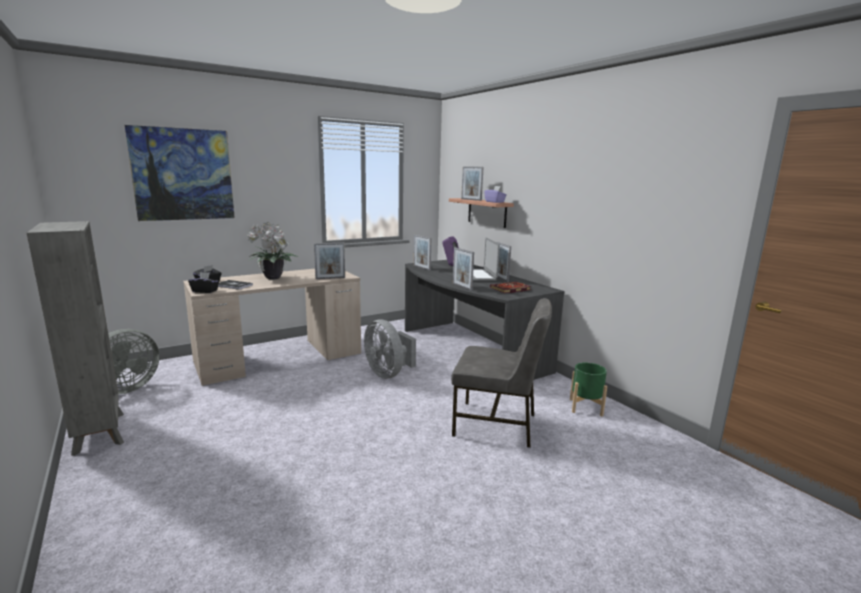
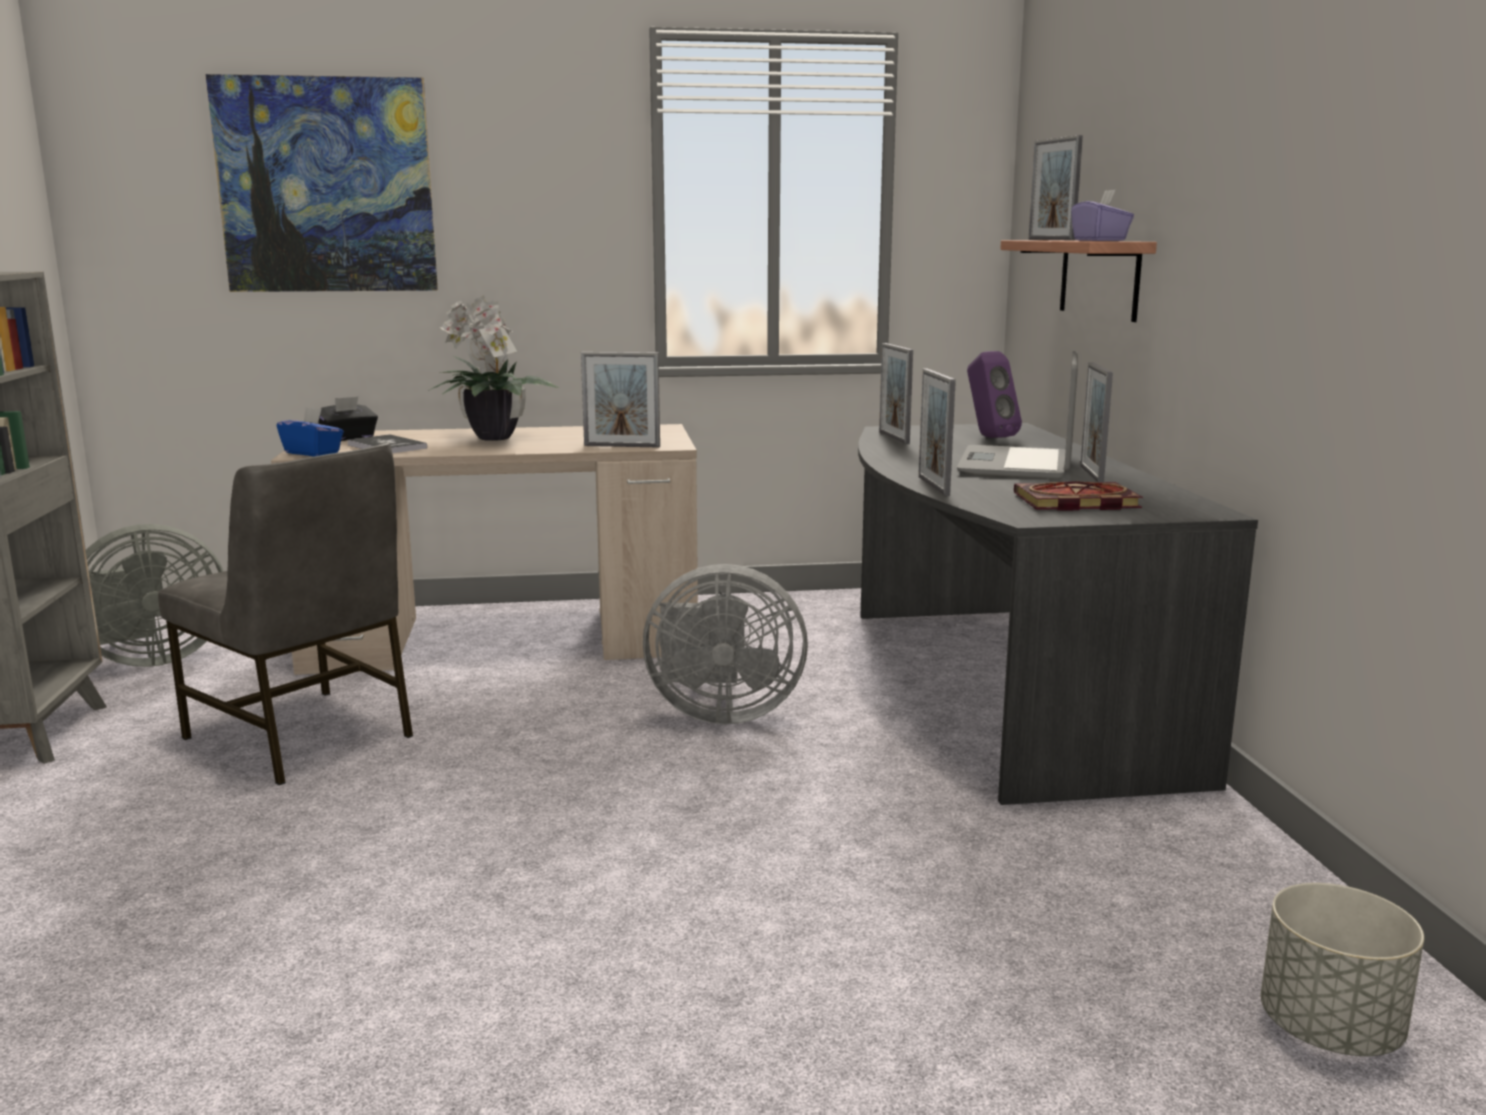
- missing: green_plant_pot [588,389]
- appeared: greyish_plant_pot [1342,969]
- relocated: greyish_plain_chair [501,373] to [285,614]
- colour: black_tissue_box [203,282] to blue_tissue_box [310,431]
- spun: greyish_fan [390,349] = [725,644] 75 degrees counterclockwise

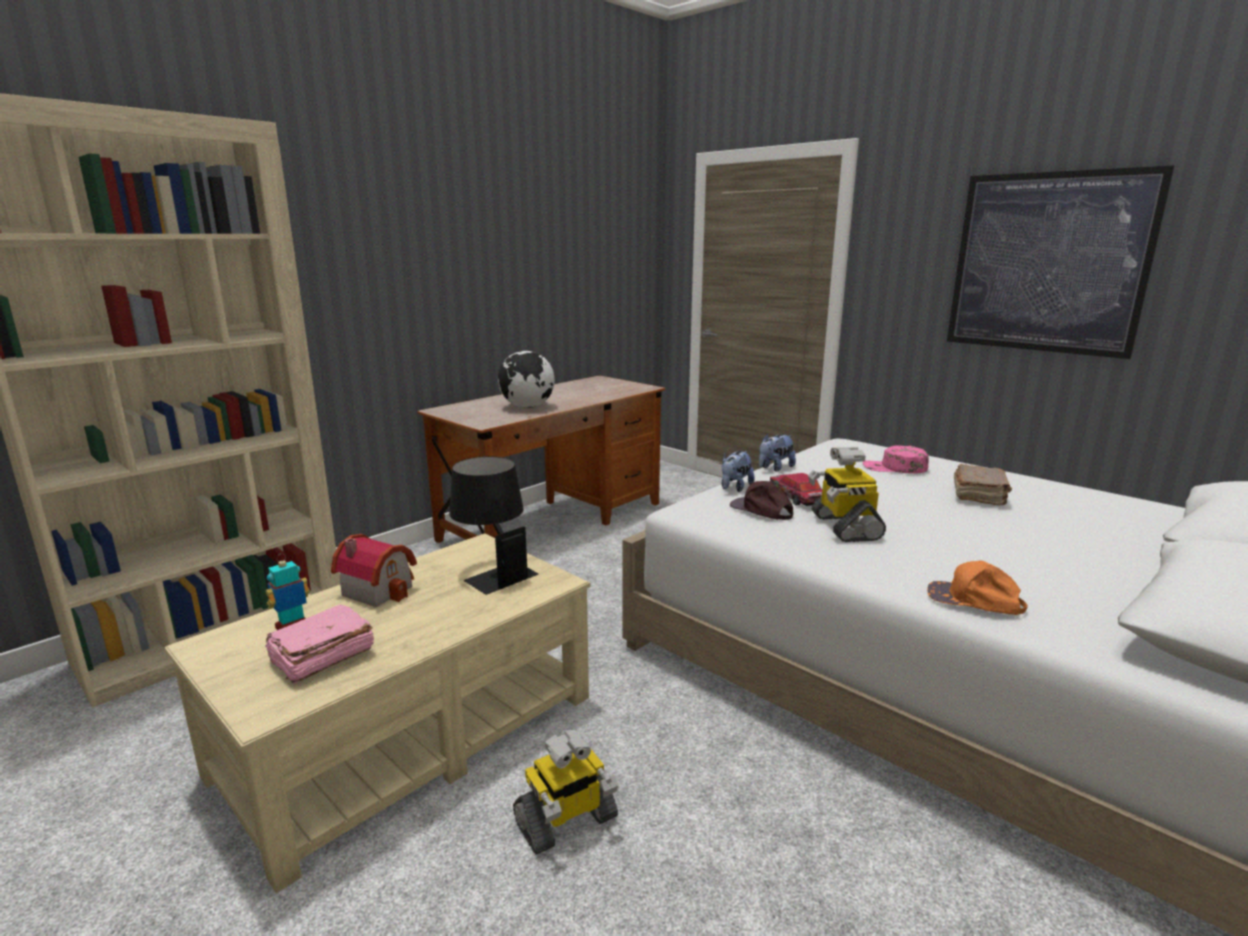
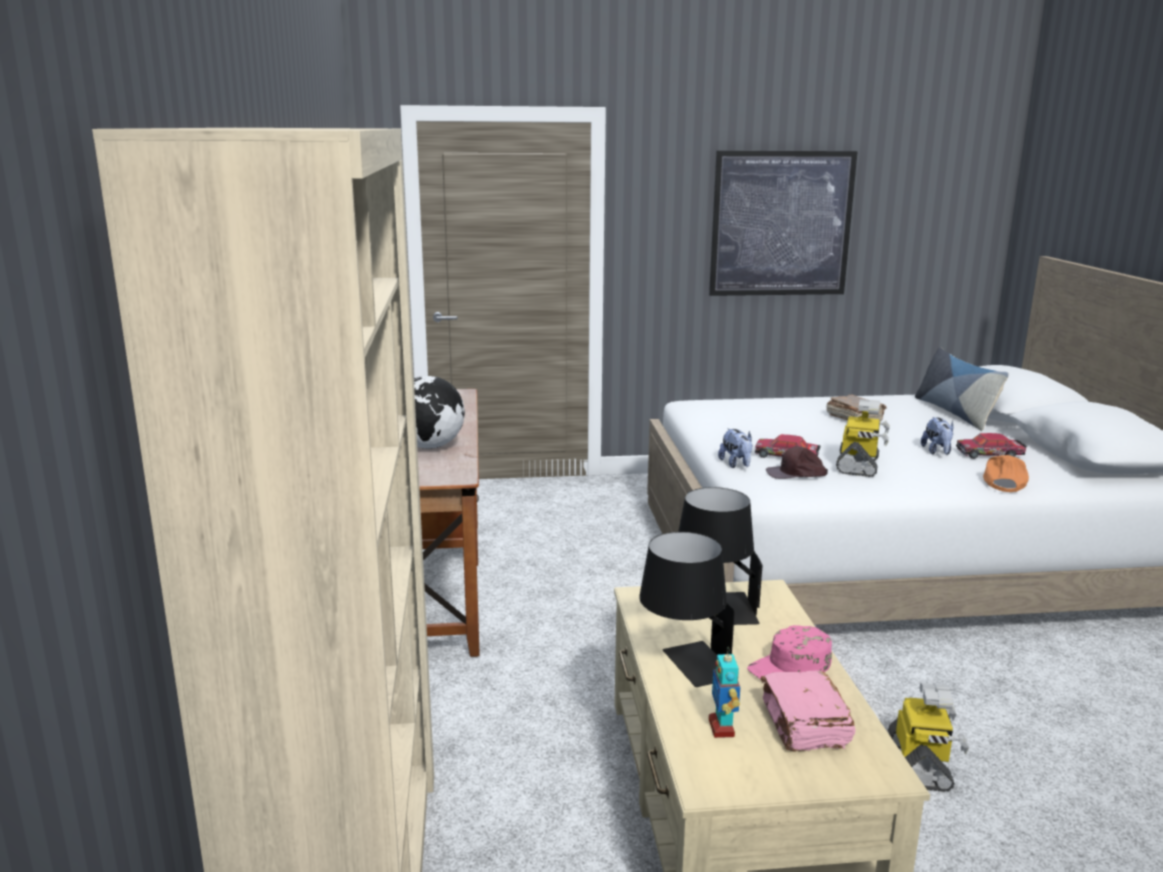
- appeared: throw_pillow [962,389]
- appeared: toy_car [991,446]
- relocated: plush_toy [777,453] to [937,436]
- relocated: pink-coloured_peaked_cap [896,459] to [789,654]
- exchanged: model_house [374,570] to black_table_lamp [687,609]
- spun: robot_figure [847,494] = [863,438] 105 degrees counterclockwise
- spun: orange-coloured_peaked_cap [977,588] = [1006,473] 135 degrees clockwise

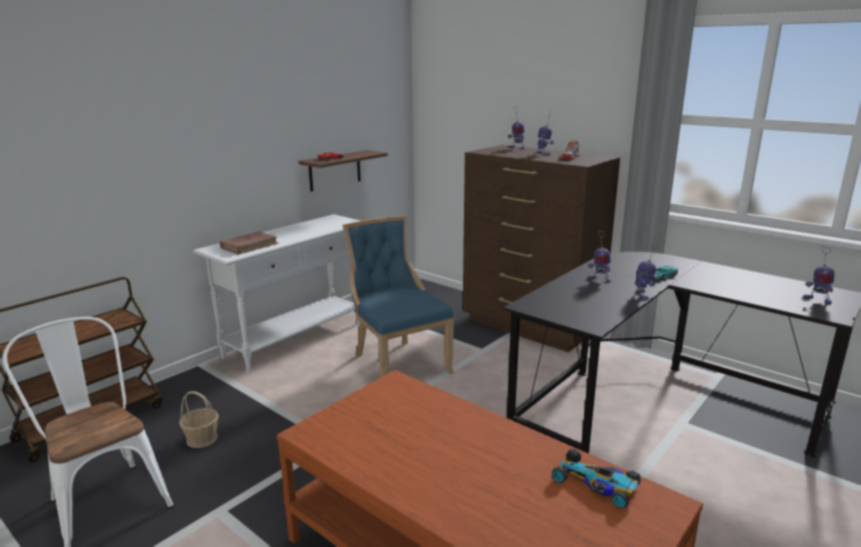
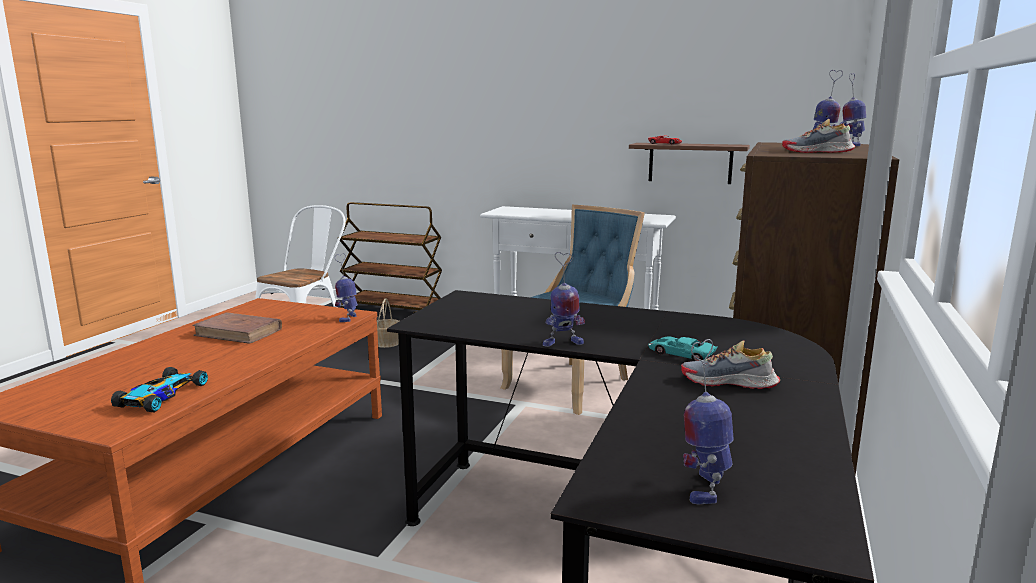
- appeared: low_shoe [730,364]
- relocated: brown_bound_book [249,243] to [237,328]
- relocated: robot_figure [599,257] to [346,287]

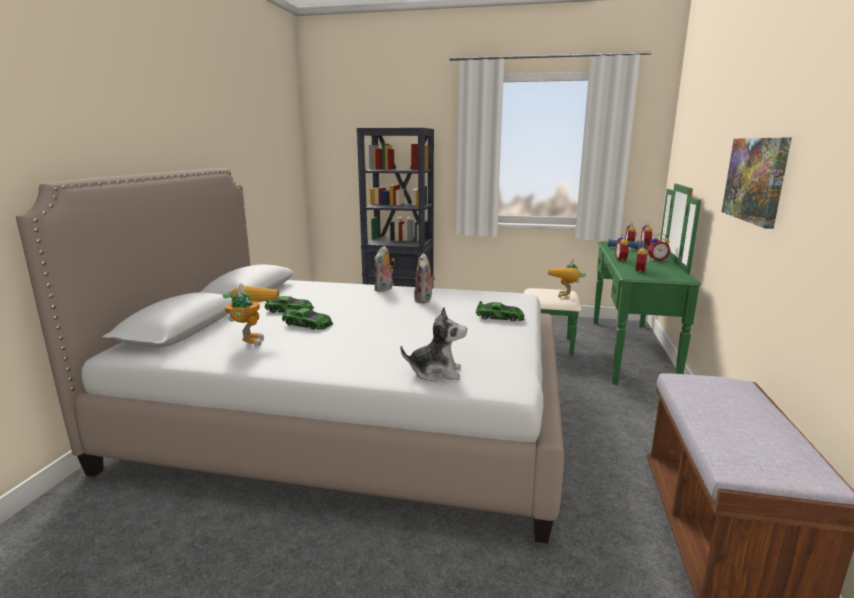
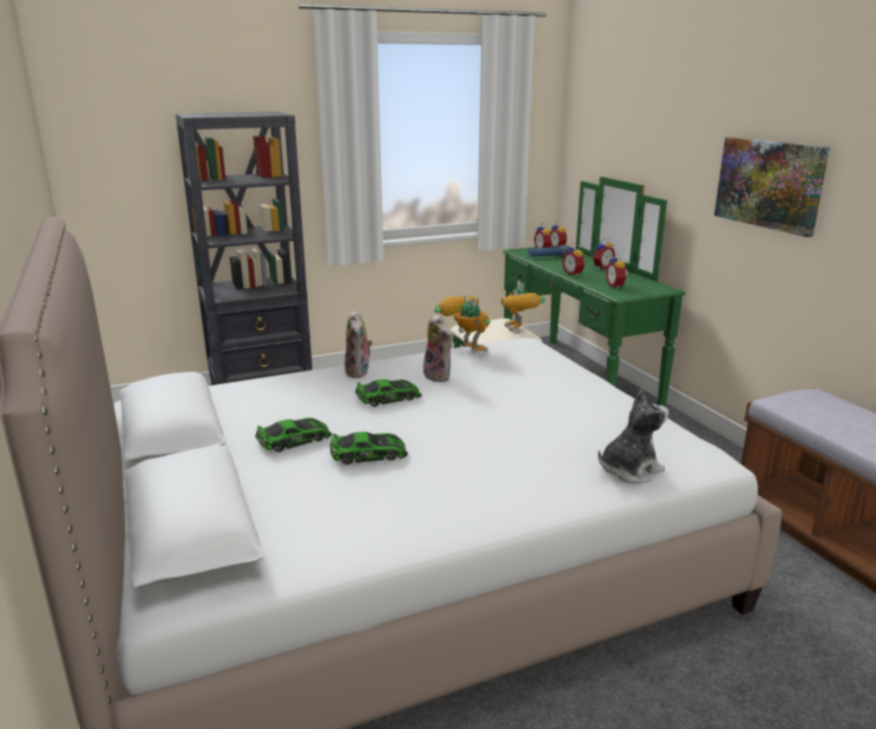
- relocated: robot_figure [251,315] to [462,322]
- relocated: toy_car [500,311] to [388,393]

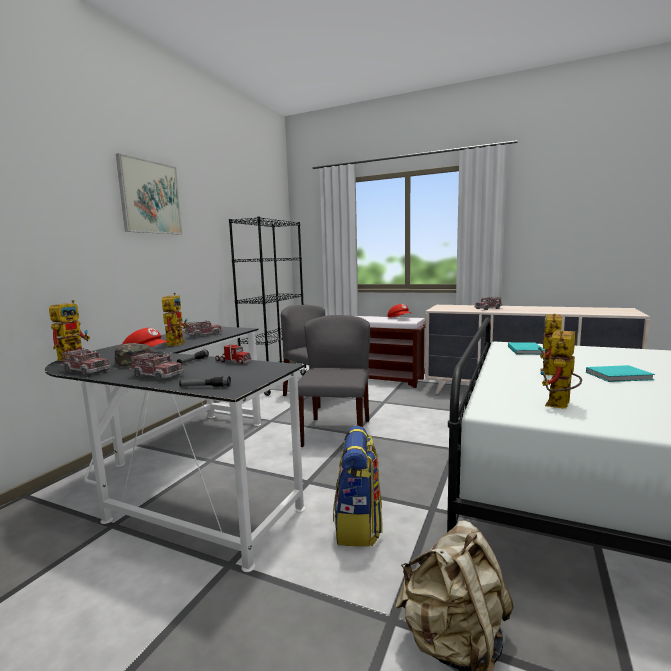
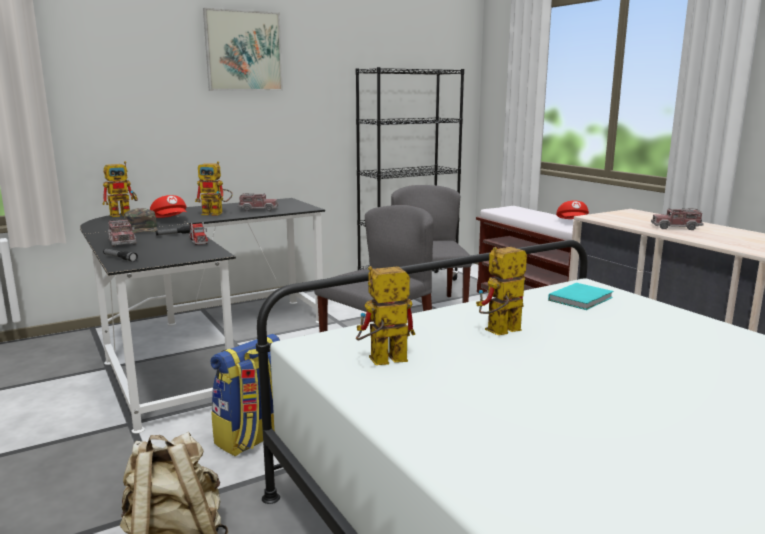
- missing: toy_lorry [85,362]
- missing: blue-green_bound_book [620,373]
- spun: robot_figure [175,319] = [214,188] 60 degrees clockwise

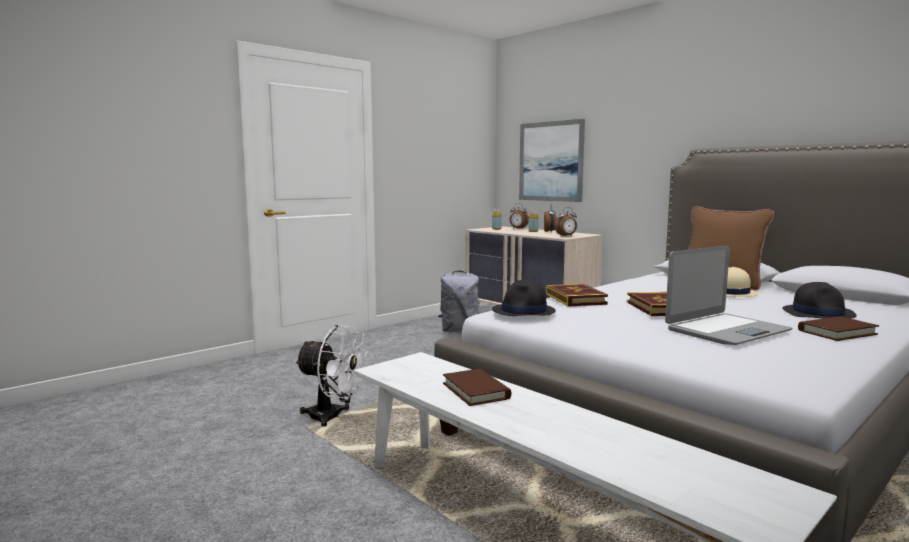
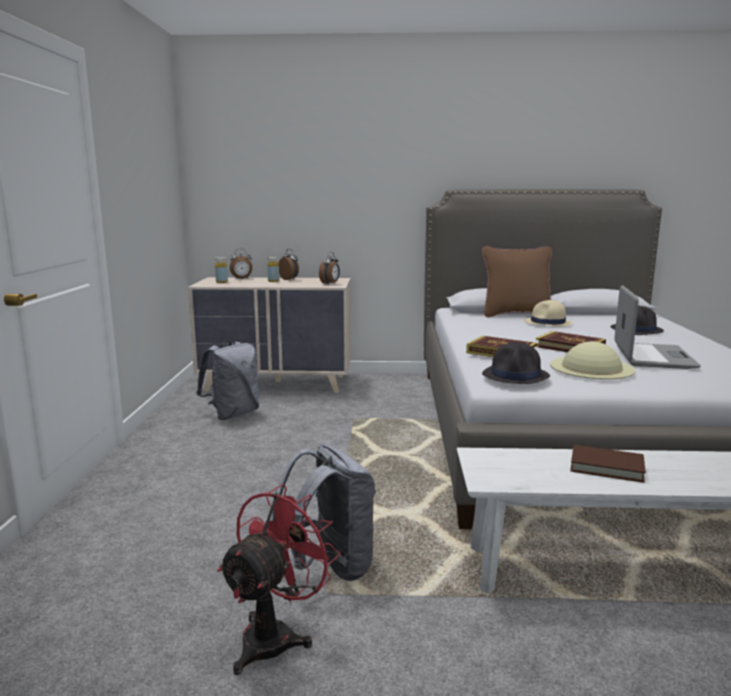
- missing: wall_art [552,160]
- missing: brown_bound_book [838,329]
- appeared: red-coloured_fan [278,579]
- appeared: sand-coloured_wearable_hat [592,360]
- exchanged: whitish_fan [331,376] to greyish_rucksack [324,512]

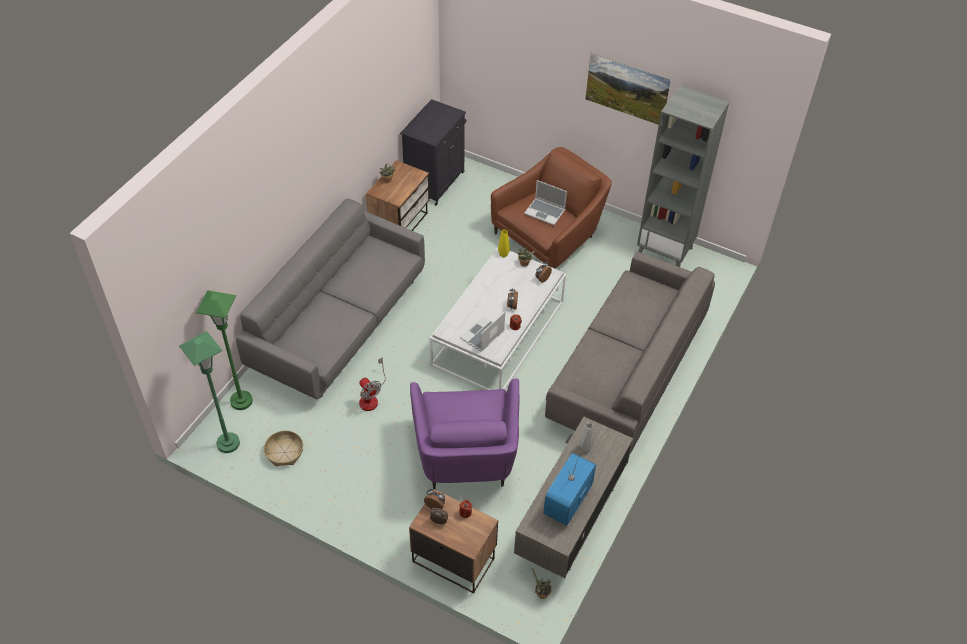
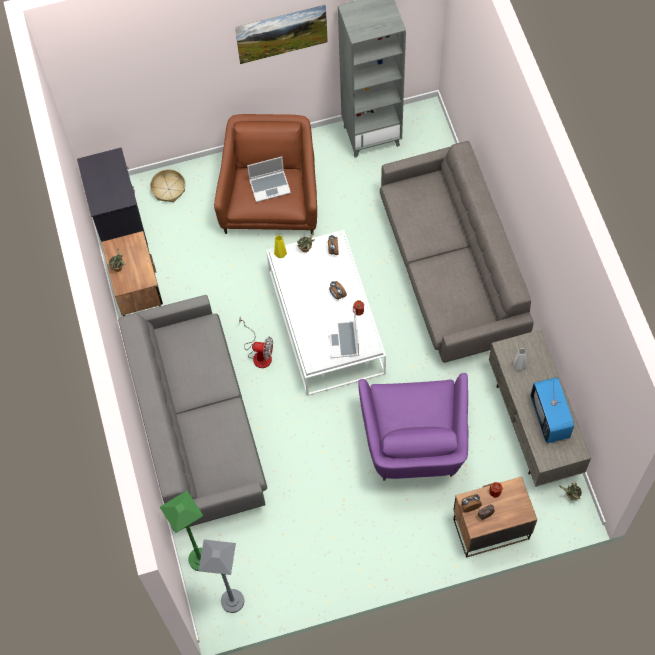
- relocated: household_basket [283,448] to [167,185]
- relocated: fan [372,384] to [256,342]
- colour: green_floor_lamp [209,392] to greyish_floor_lamp [221,576]
- spun: purple_lounge_chair [465,433] = [413,427] 45 degrees clockwise

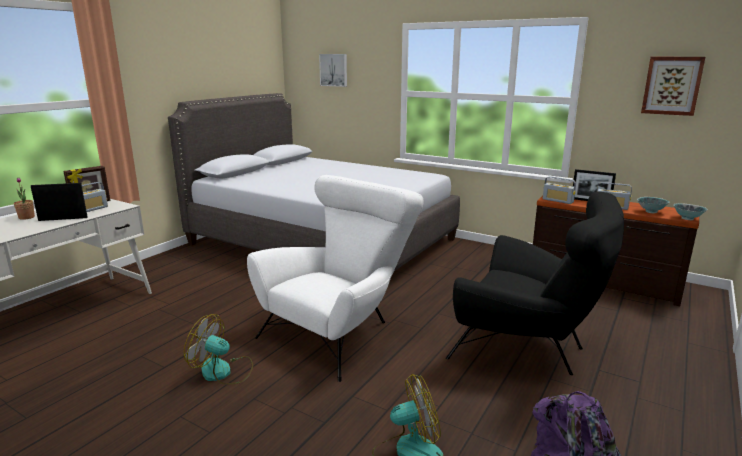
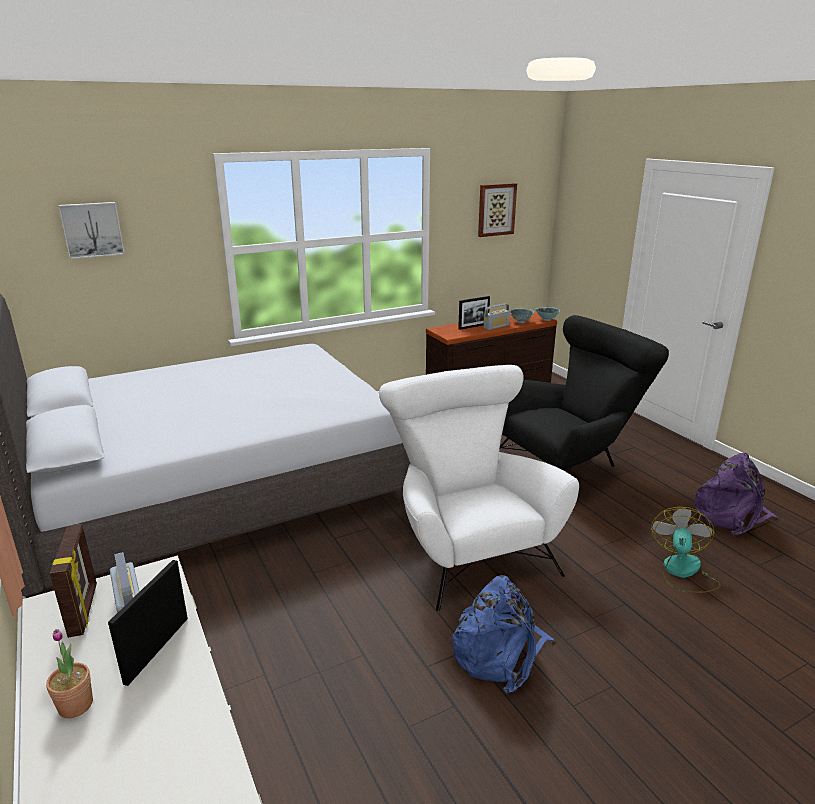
- missing: radio [559,190]
- exchanged: fan [218,349] to blue_rucksack [503,634]

